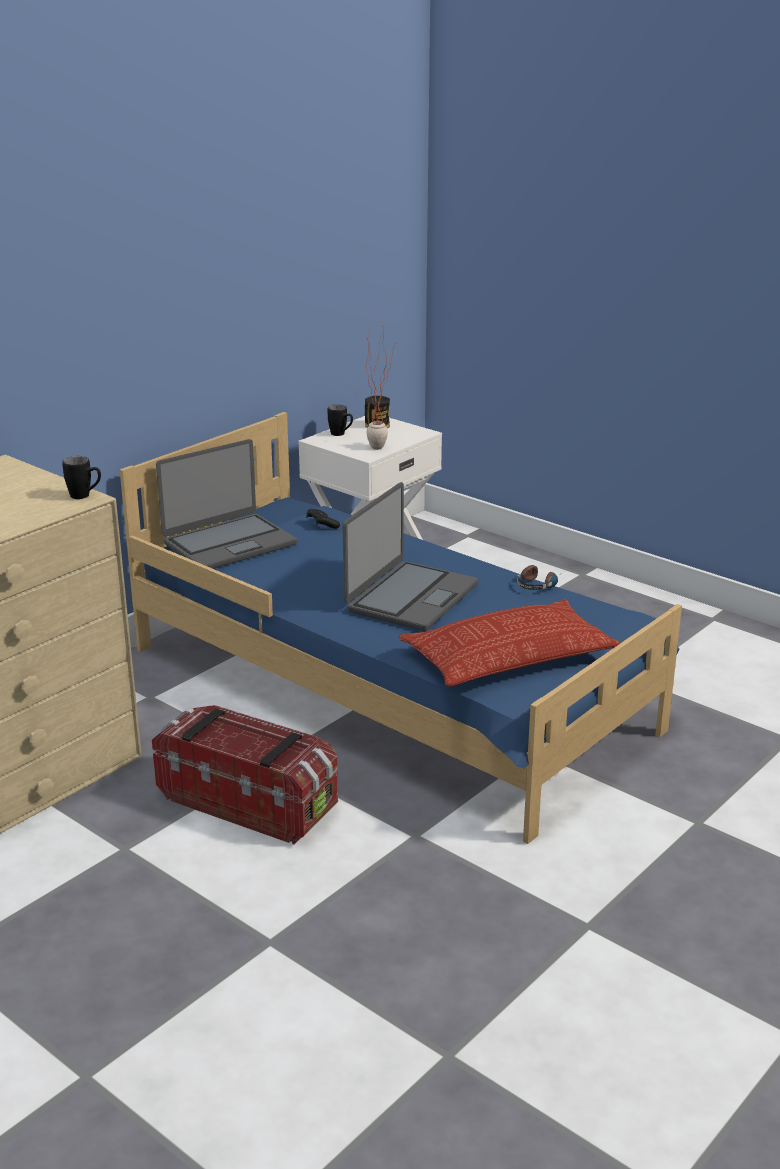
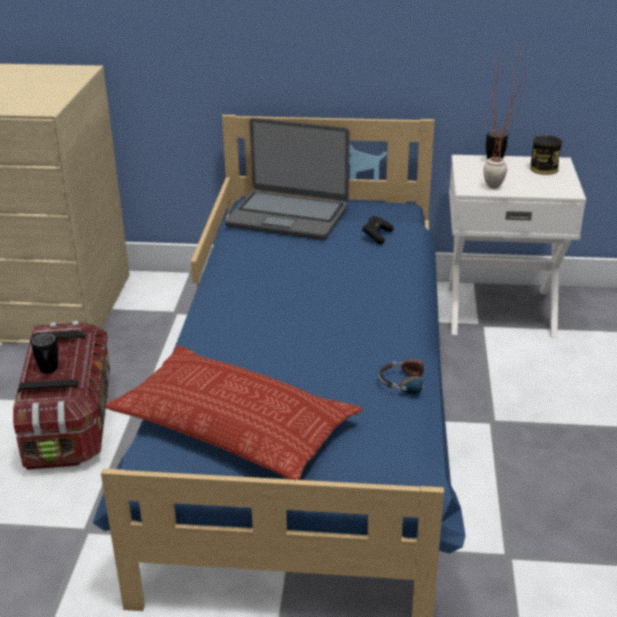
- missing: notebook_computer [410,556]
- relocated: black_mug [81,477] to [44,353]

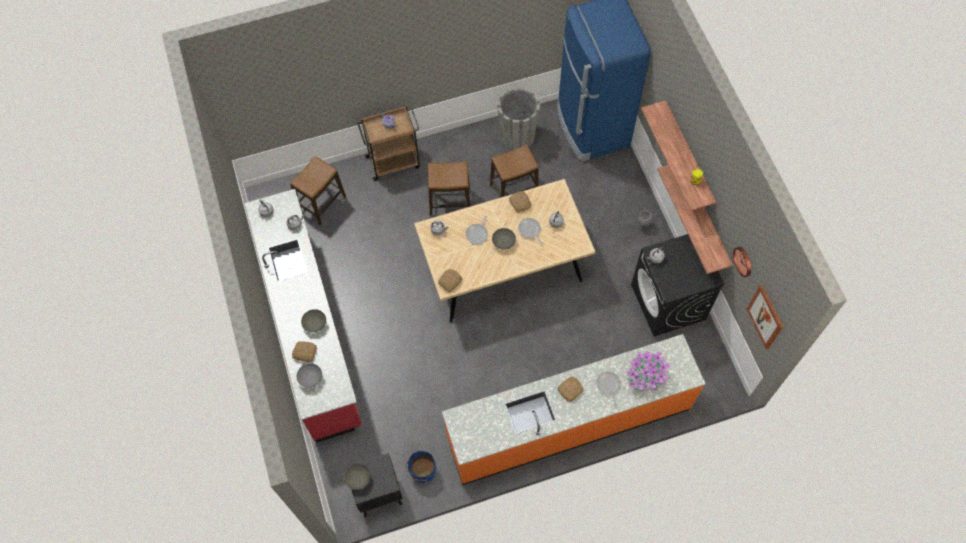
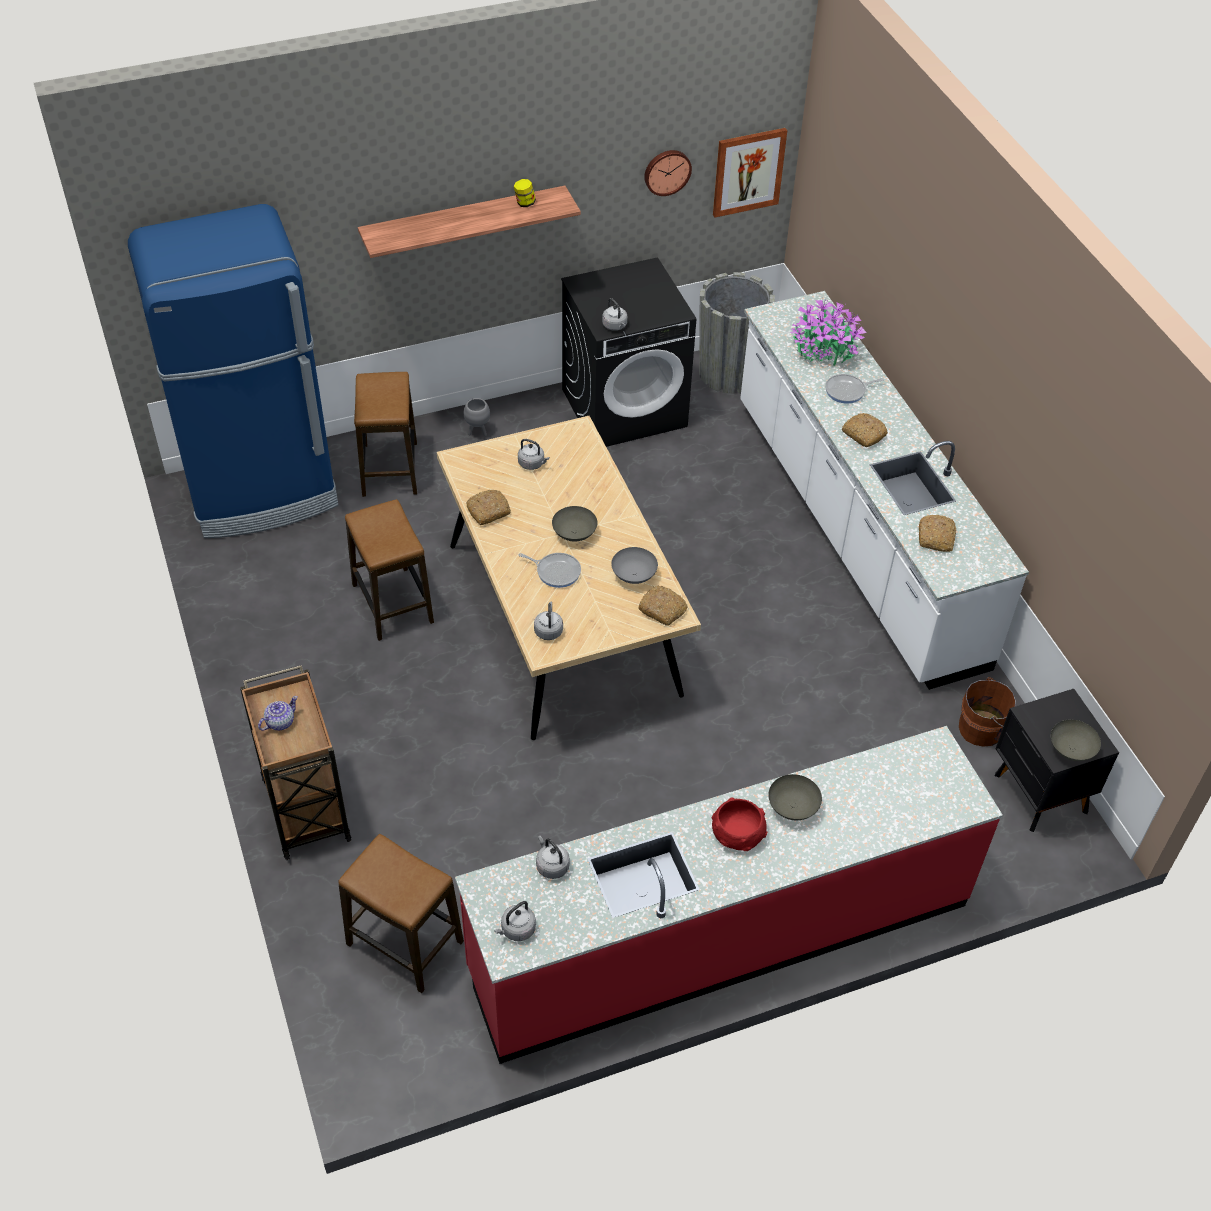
- missing: skillet [530,231]
- missing: wall_shelf [695,219]
- appeared: red-coloured_bowl [740,824]
- relocated: bread [304,351] to [938,533]
- relocated: greyish_bowl [309,375] to [634,565]
- relocated: stool [449,188] to [385,434]
- relocated: greyish_plant_pot [518,118] to [737,333]
- colour: blue_pail [421,467] to brown_pail [987,712]
- colour: orange-coloured_counter [573,409] to whitish_counter [884,490]

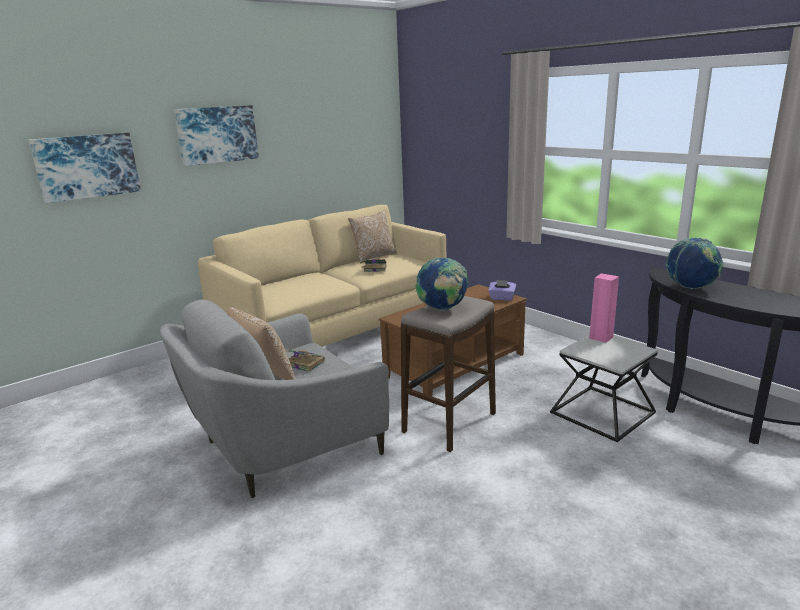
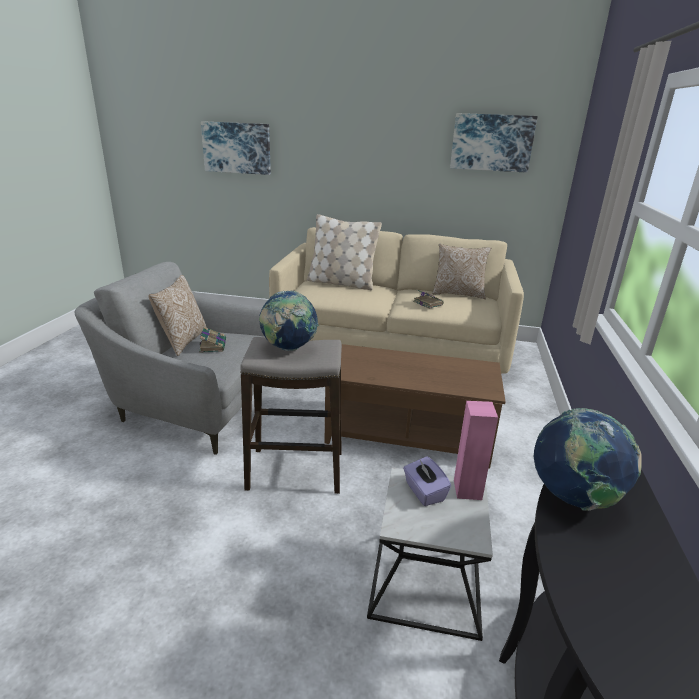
- appeared: sand-coloured_throw_pillow [344,252]
- relocated: wall_art [216,135] to [494,143]
- relocated: purple_tissue_box [502,290] to [427,481]

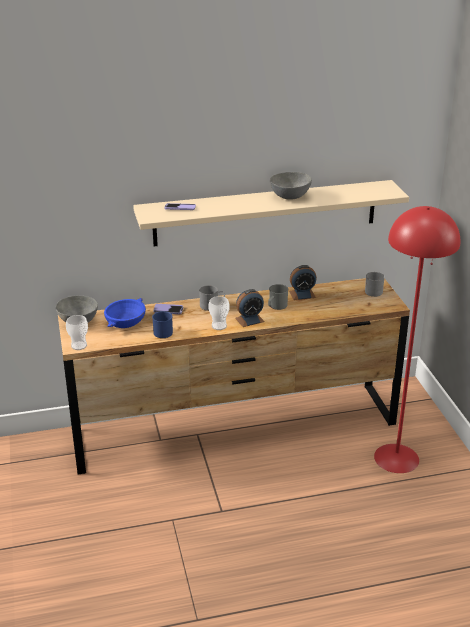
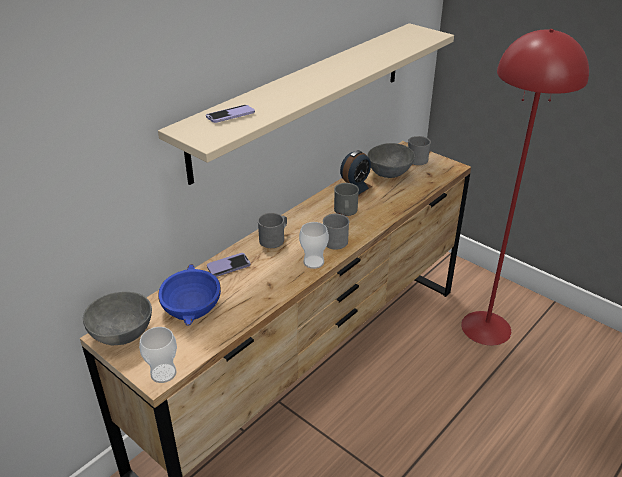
- missing: blue_mug [162,324]
- relocated: greyish_bowl [291,186] to [391,160]
- exchanged: alarm_clock [250,308] to greyish_mug [336,232]

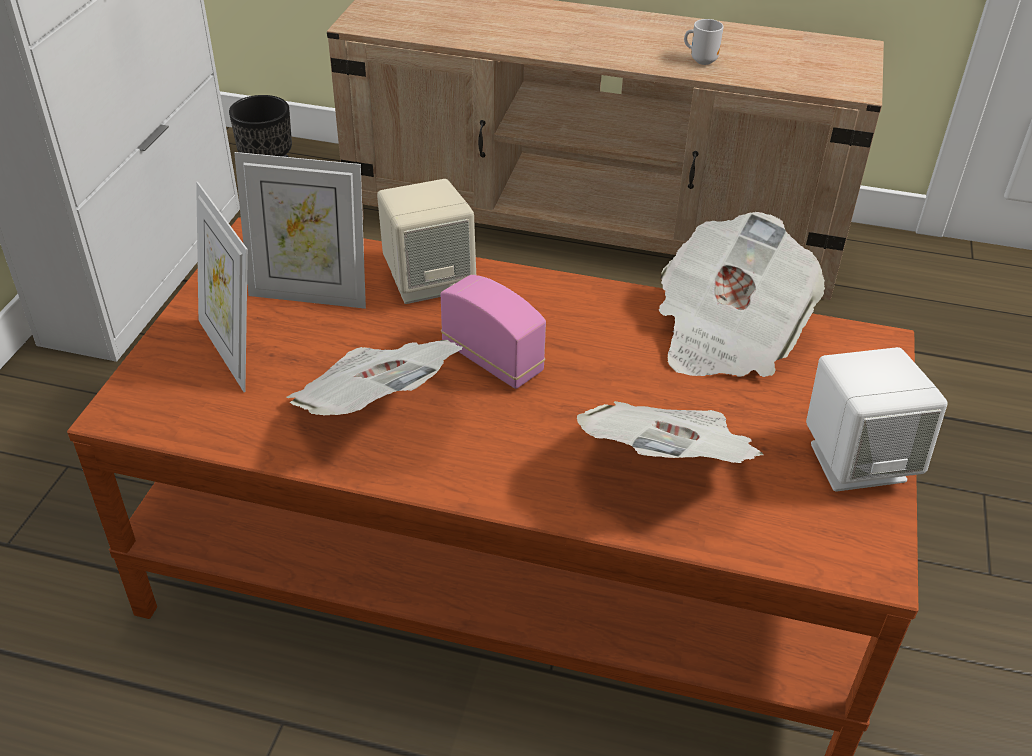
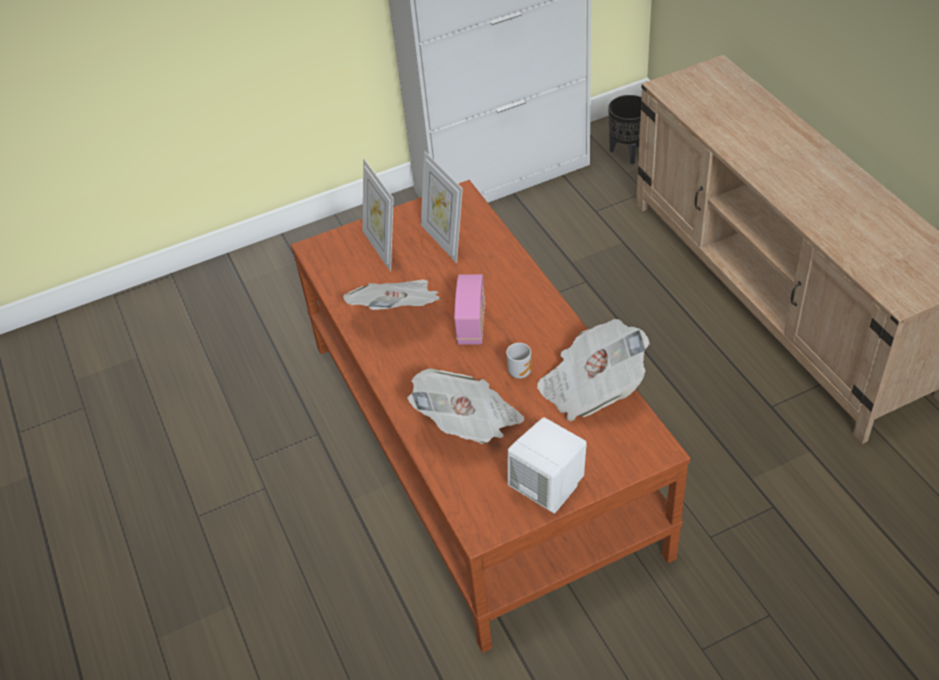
- missing: sand-coloured_speaker [426,241]
- relocated: mug [704,42] to [518,361]
- spun: photo_frame [222,287] = [378,215] 45 degrees counterclockwise

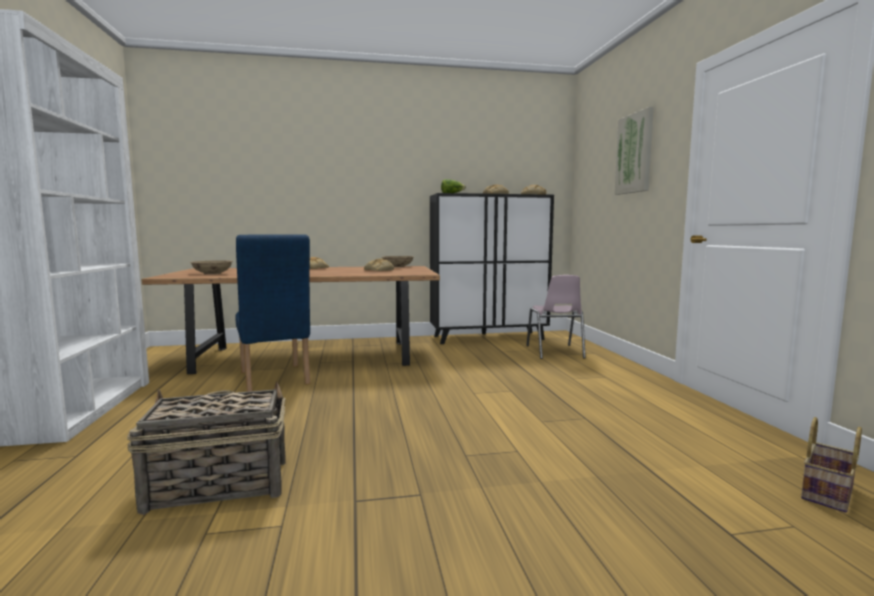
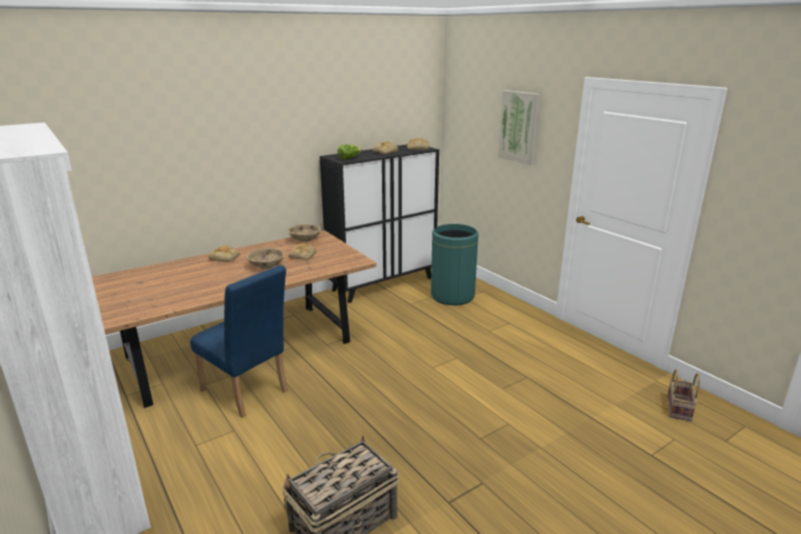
- relocated: sand-coloured_bowl [211,267] to [265,258]
- exchanged: pink-coloured_plain_chair [556,317] to green_rubbish_bin [454,264]

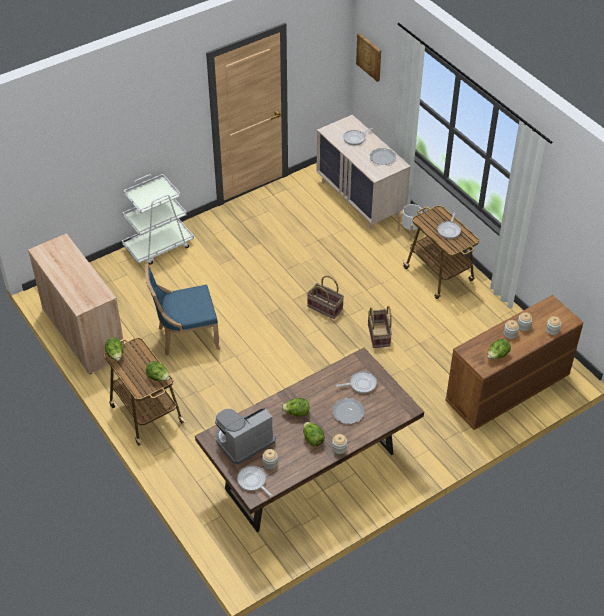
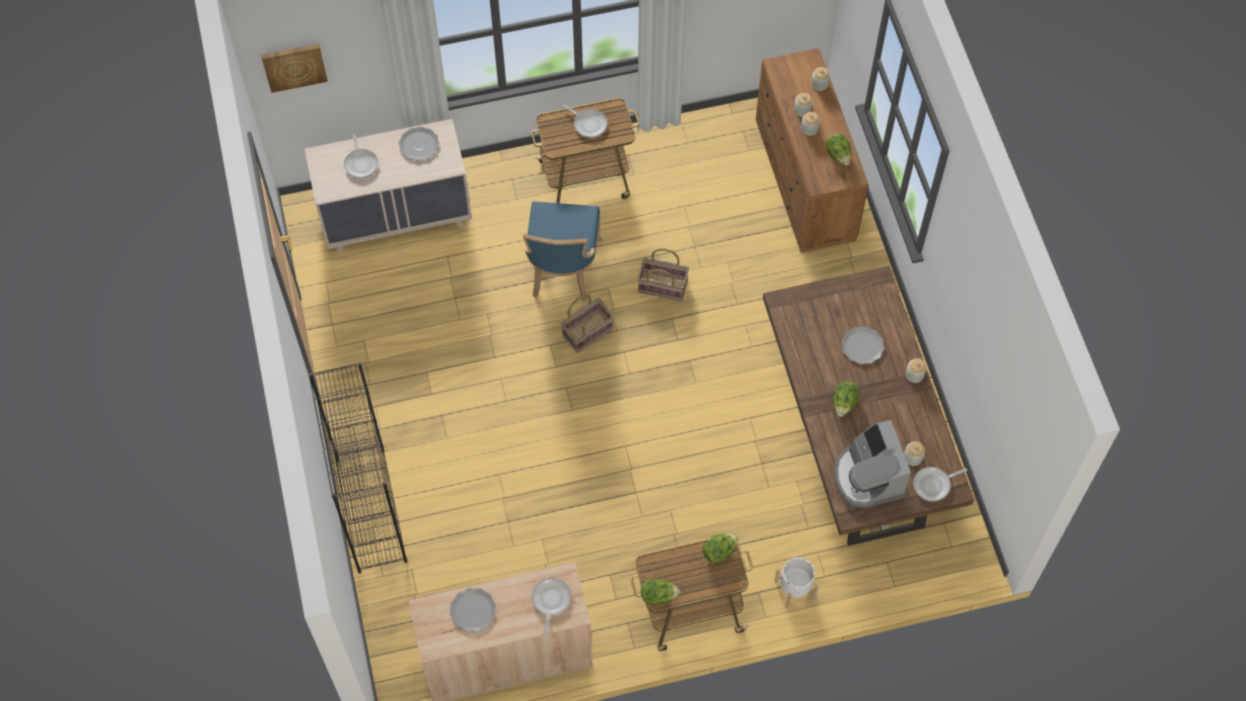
- missing: lettuce [314,434]
- appeared: plate [473,610]
- relocated: blue_plain_chair [182,310] to [562,251]
- relocated: skillet [356,382] to [551,606]
- relocated: whitish_plant_pot [410,222] to [796,582]
- exchanged: whitish_cart [158,219] to black_bookshelf [357,467]

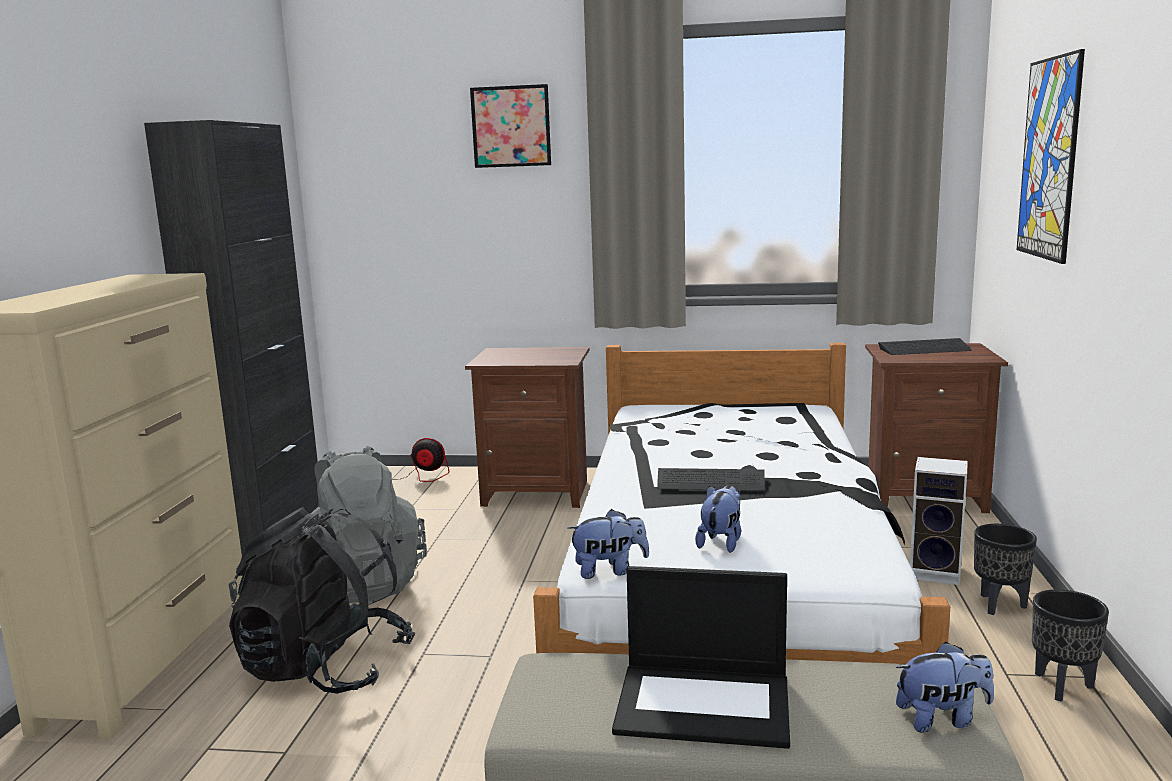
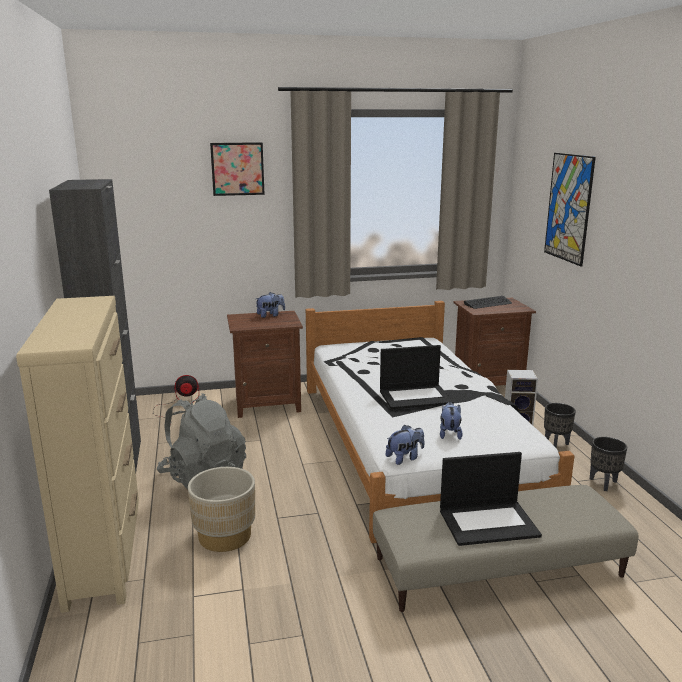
- relocated: plush_toy [945,687] to [270,305]
- exchanged: black_rucksack [322,601] to sand-coloured_plant_pot [221,509]
- exchanged: computer_keyboard [710,479] to notebook_computer [417,377]

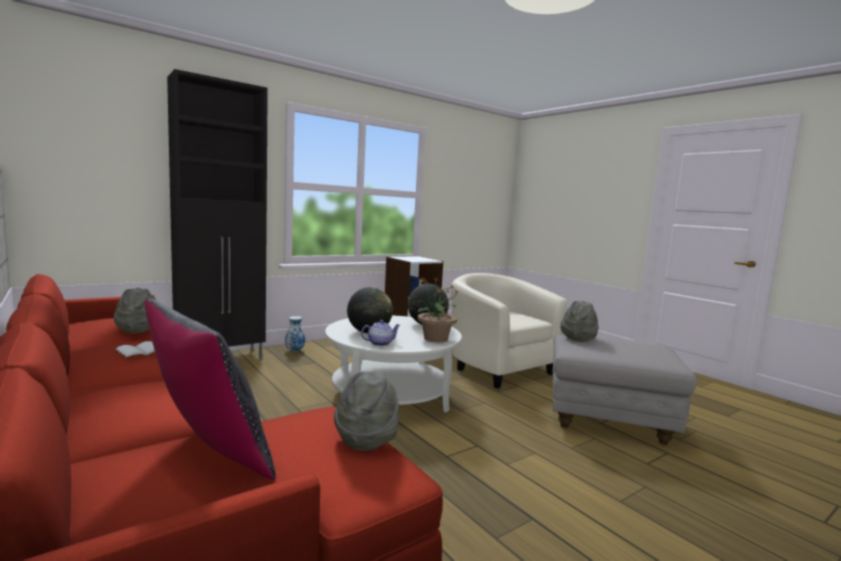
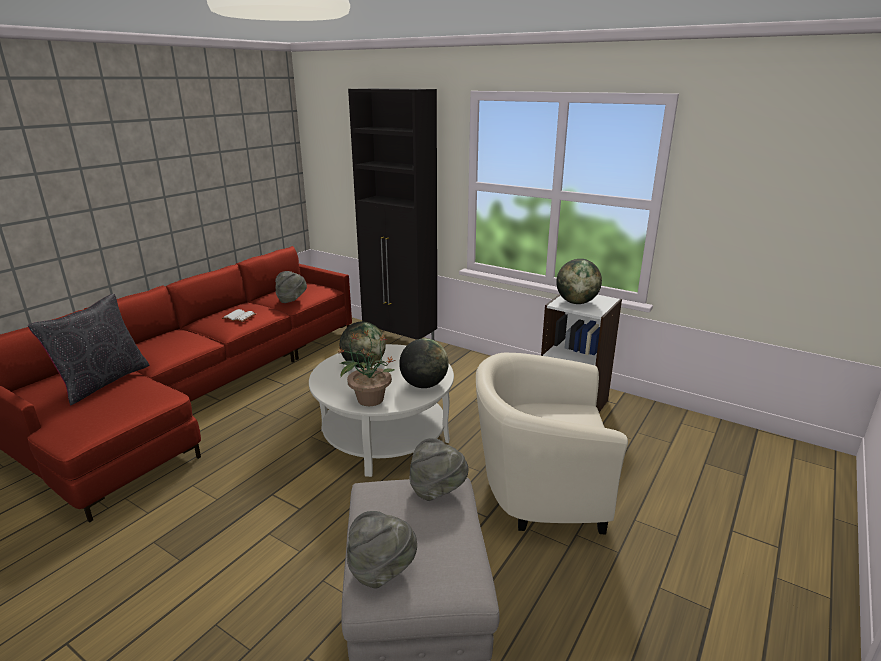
- missing: decorative_vase [295,334]
- missing: teapot [380,333]
- appeared: world_globe [579,281]
- relocated: greyish_wearable_hat [366,411] to [382,550]
- spun: sand-coloured_lounge_chair [509,331] = [552,444] 120 degrees counterclockwise

